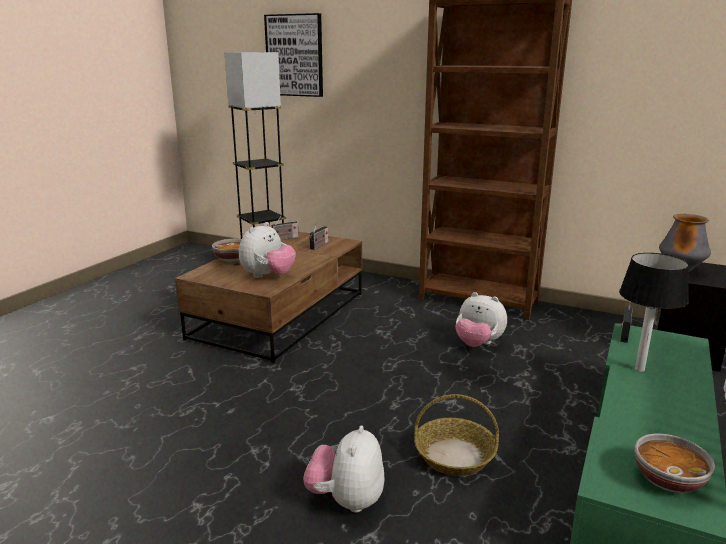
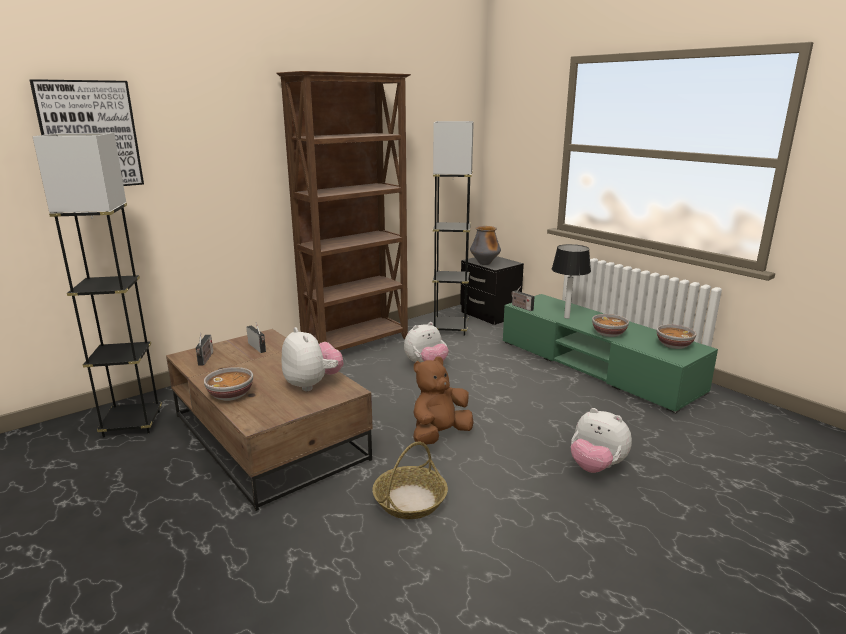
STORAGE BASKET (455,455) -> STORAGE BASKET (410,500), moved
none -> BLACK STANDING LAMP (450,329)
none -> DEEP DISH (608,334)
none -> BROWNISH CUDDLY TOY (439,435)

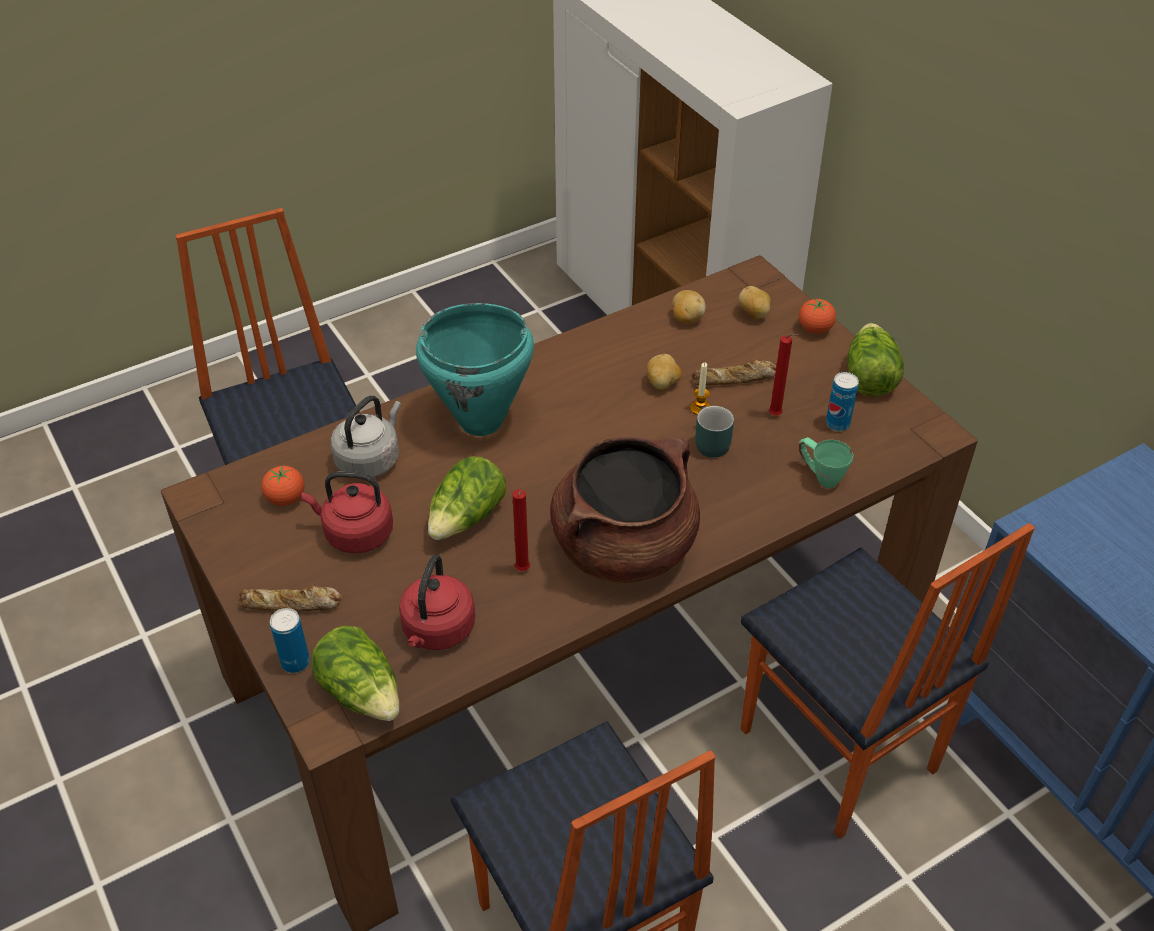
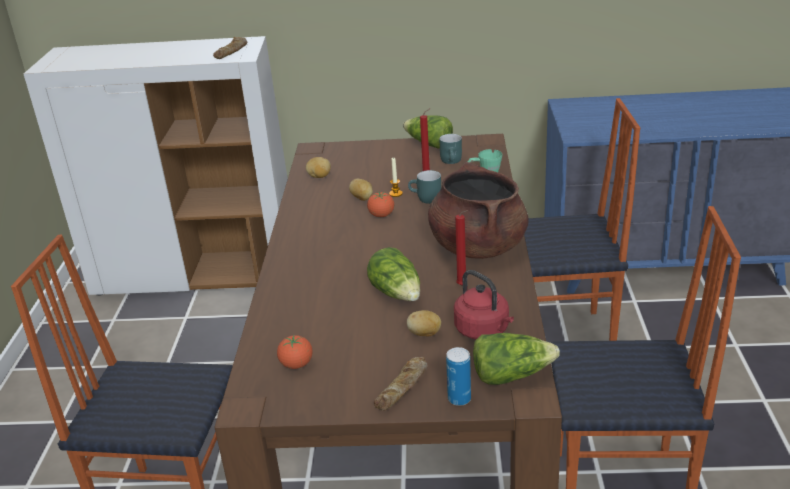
SPUD (754,314) -> SPUD (424,334), moved
TOMATO (815,329) -> TOMATO (381,215), moved
TURQUOISE STOCKPOT (481,422) -> none
BREAD (735,379) -> BREAD (232,52), moved
CAN (837,424) -> TURQUOISE TEA MUG (452,161)
GRAY KETTLE (370,459) -> none
REDDISH KETTLE (355,533) -> none

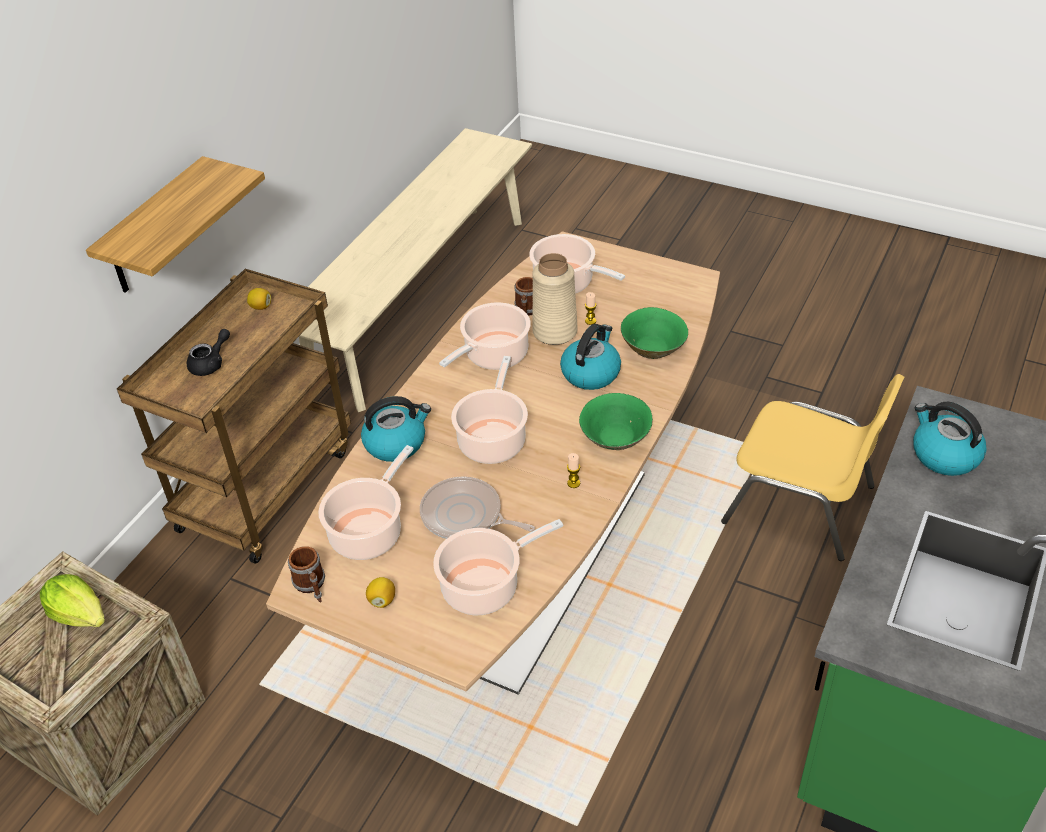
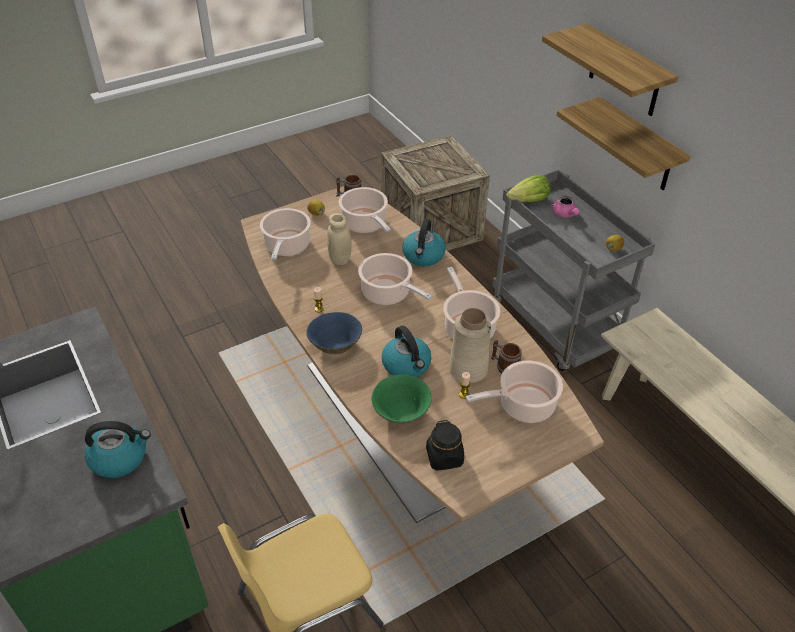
BROWNISH TROLLEY (266,486) -> GRAY TROLLEY (556,327)
BLACK TEAPOT (211,364) -> PINK TEAPOT (565,214)
GREEN-COLOURED DEEP DISH (615,438) -> BLUISH DEEP DISH (335,345)
FRYING PAN (465,516) -> SAND-COLOURED JAR (340,259)
HEAD OF LETTUCE (80,614) -> HEAD OF LETTUCE (529,201), moved
none -> SHELF (625,72)
none -> BLACK JAR (444,457)

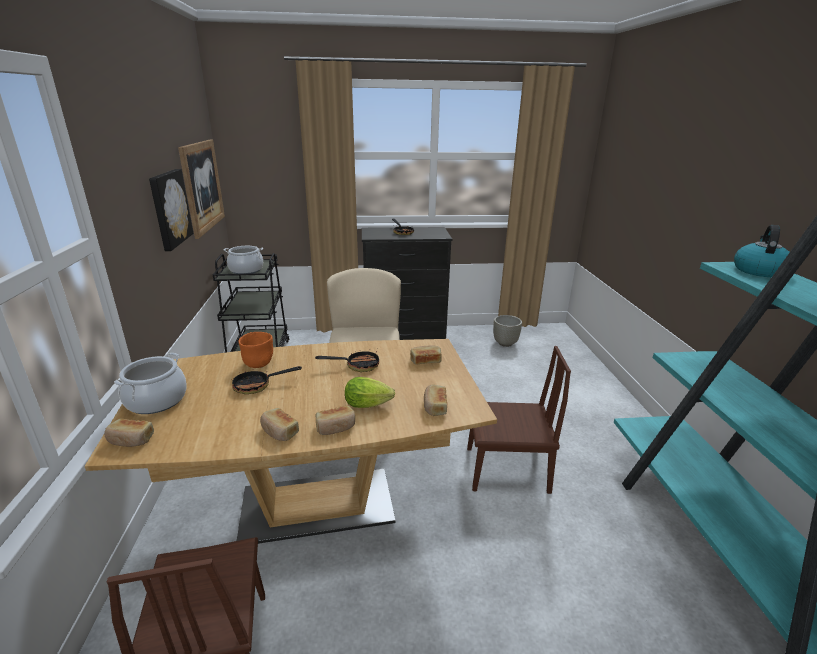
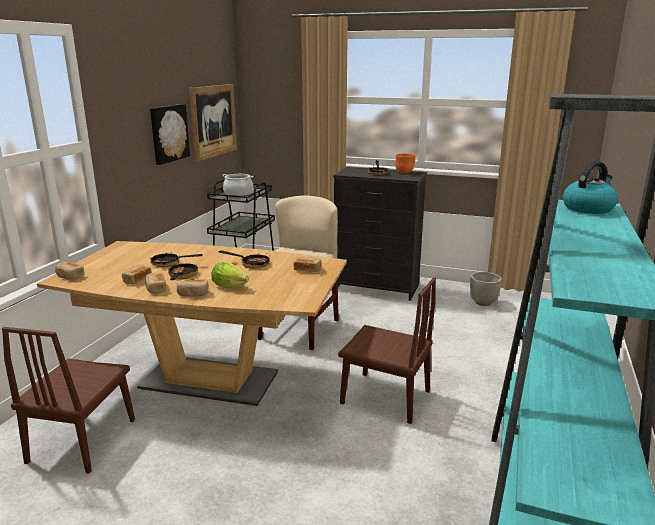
ORANGE DEEP DISH (259,363) -> ORANGE DEEP DISH (404,172), moved
STOCKPOT (156,400) -> none
BREAD (434,406) -> BREAD (137,280), moved
none -> FRYING PAN (182,276)

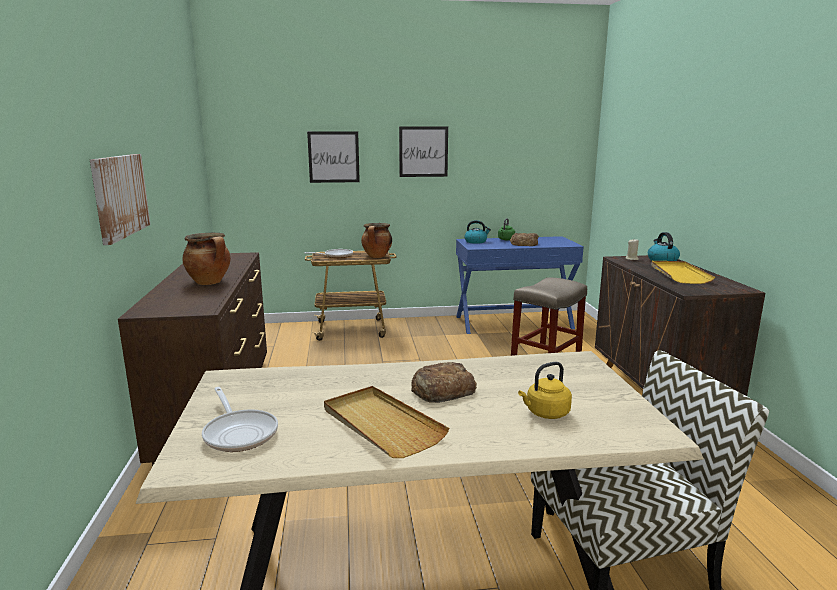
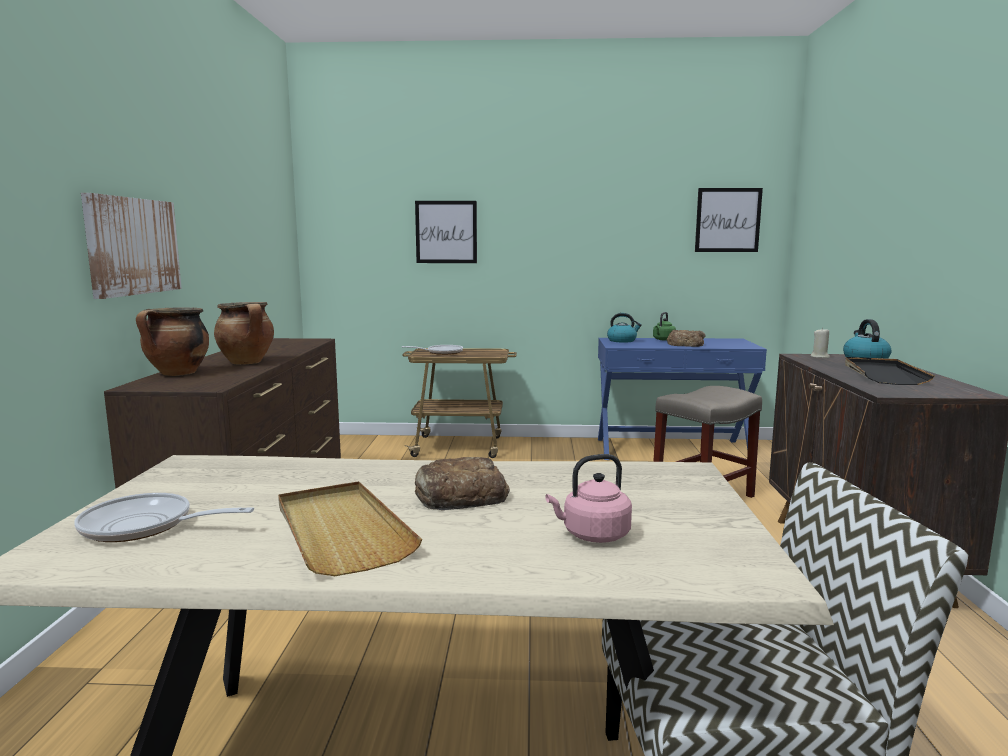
WALL PICTURE (423,151) -> WALL PICTURE (728,220), moved
STOCKPOT (377,257) -> STOCKPOT (177,374), moved
YELLOWISH CARRYING TRAY (679,274) -> BLACK CARRYING TRAY (883,374)
YELLOWISH KETTLE (545,413) -> PINK KETTLE (592,535)
FRYING PAN (239,433) -> FRYING PAN (145,526), 120 degrees clockwise

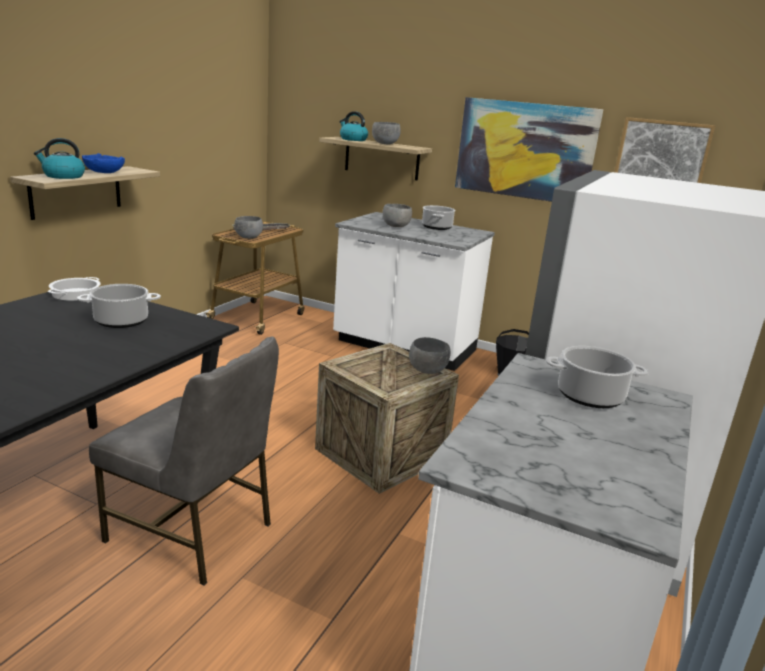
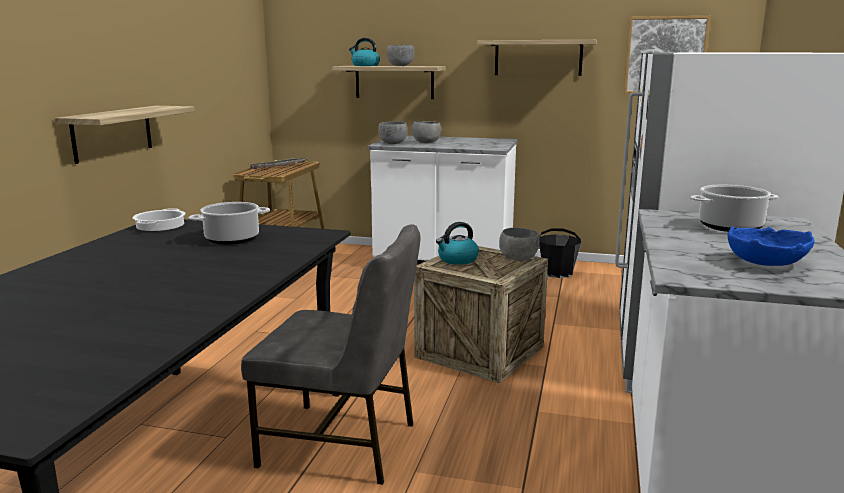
WALL PICTURE (525,150) -> SHELF (538,58)
KETTLE (63,176) -> KETTLE (457,260), moved
BLUISH DEEP DISH (104,172) -> BLUISH DEEP DISH (765,262), moved
STOCKPOT (437,227) -> none
GRAY DEEP DISH (248,238) -> GRAY DEEP DISH (393,144), moved

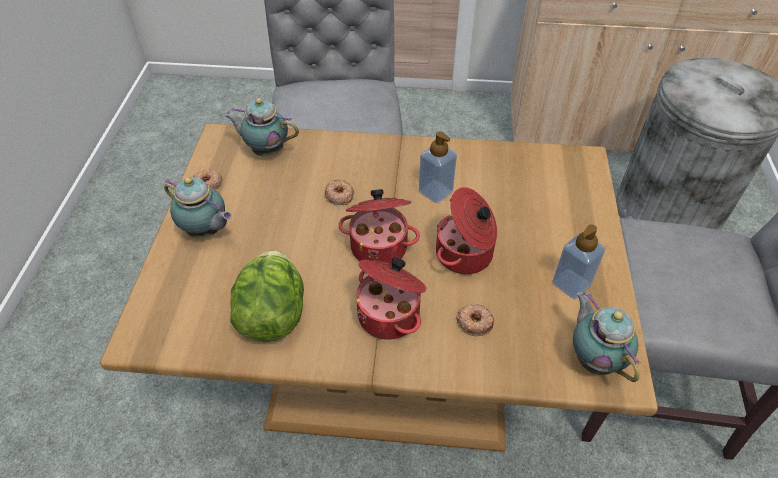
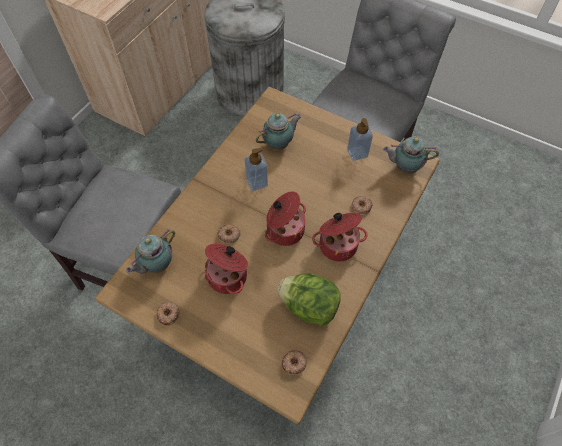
TEAPOT (206,232) -> TEAPOT (279,144), moved
STOCKPOT (465,255) -> STOCKPOT (228,276), moved
none -> DONUT (294,363)

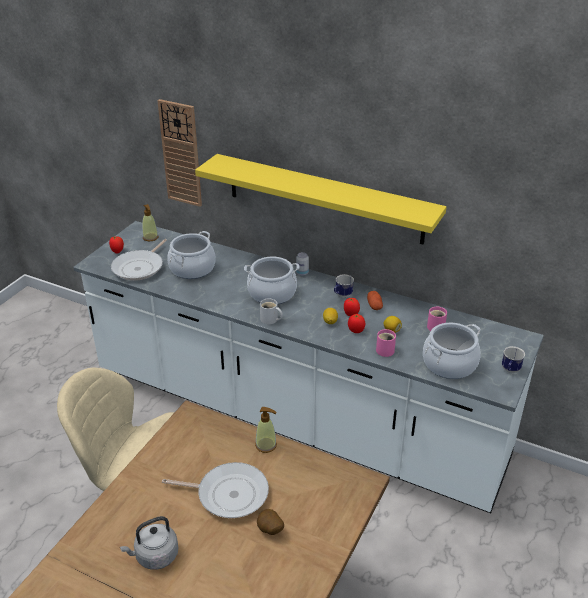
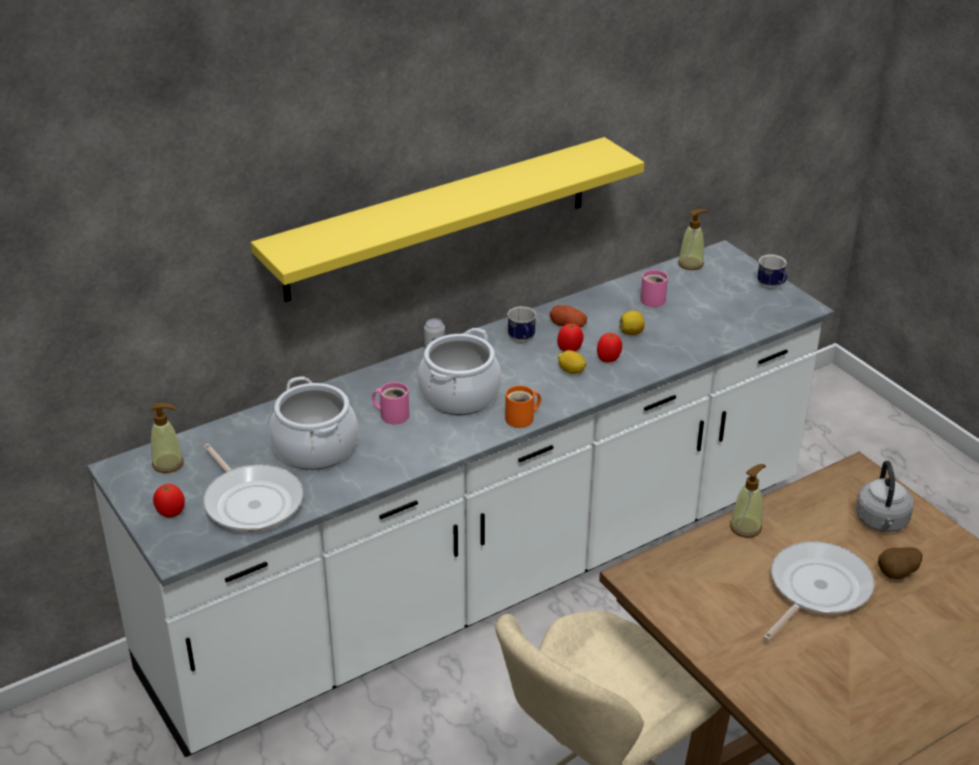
HANGING CLOCK (181,153) -> none
WHITE TEA MUG (270,320) -> ORANGE TEA MUG (522,419)
STOCKPOT (449,364) -> none
PINK TEA MUG (385,349) -> PINK TEA MUG (392,414), moved
GRAY KETTLE (154,556) -> GRAY KETTLE (881,522), moved
none -> LIQUID SOAP BOTTLE (691,264)

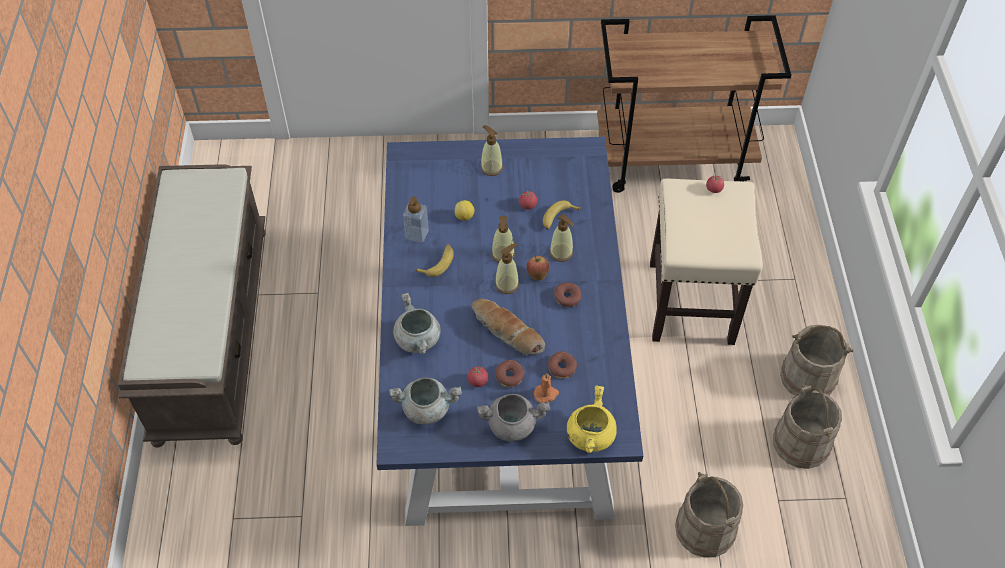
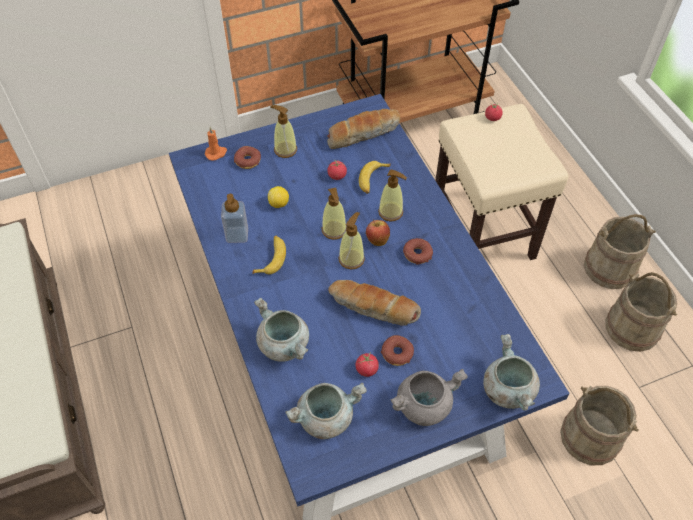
DONUT (562,368) -> DONUT (248,161), moved
ORANGE WAX CANDLE (546,394) -> ORANGE WAX CANDLE (216,153), moved
YELLOWISH STOCKPOT (590,435) -> GRAY STOCKPOT (507,389)
none -> BREAD (363,133)

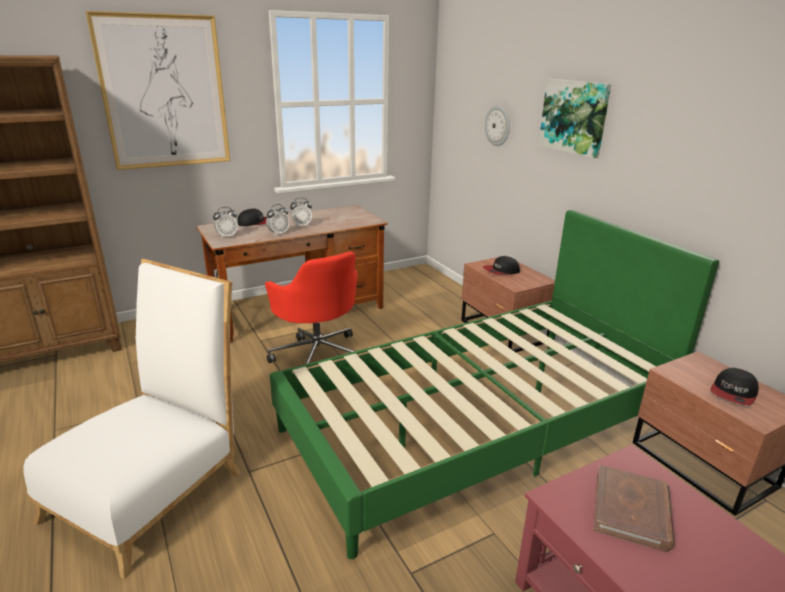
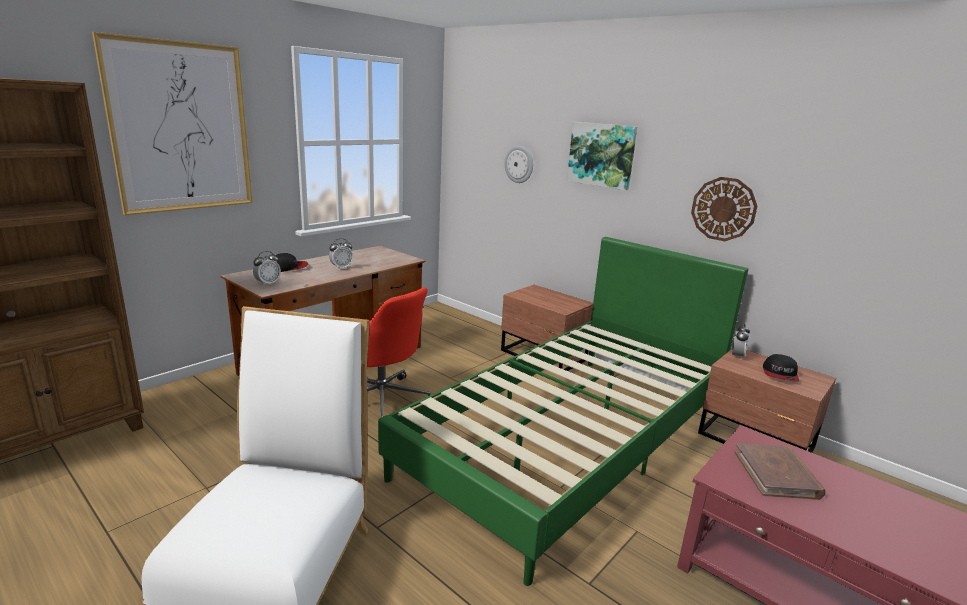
TABLE CLOCK (278,233) -> TABLE CLOCK (737,356), moved
BASEBALL CAP (501,271) -> none
none -> HANGING CLOCK (723,209)

